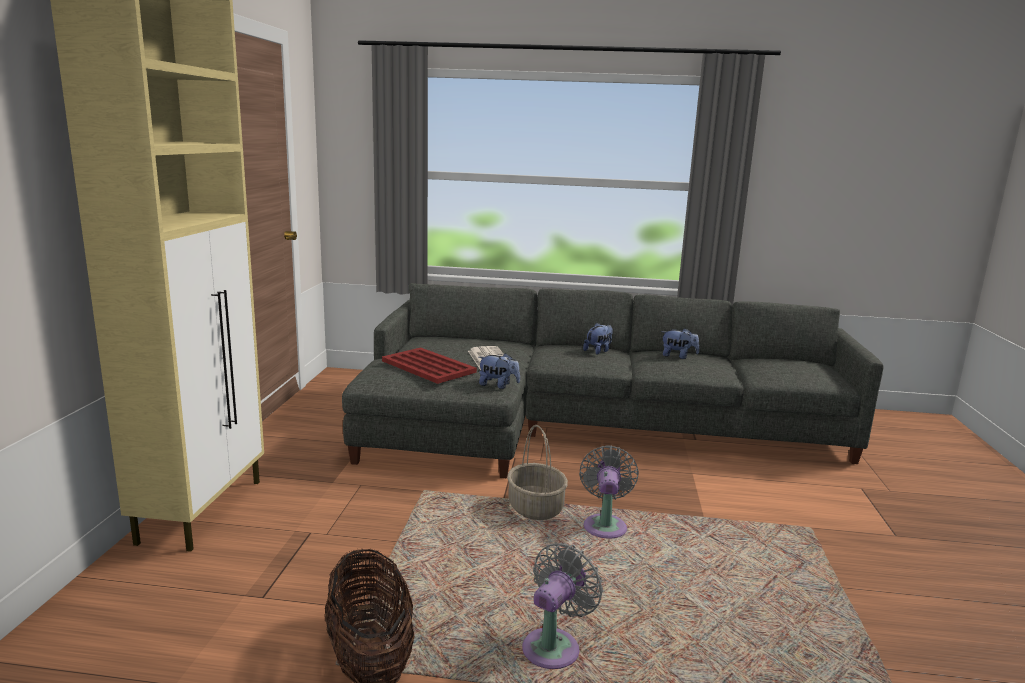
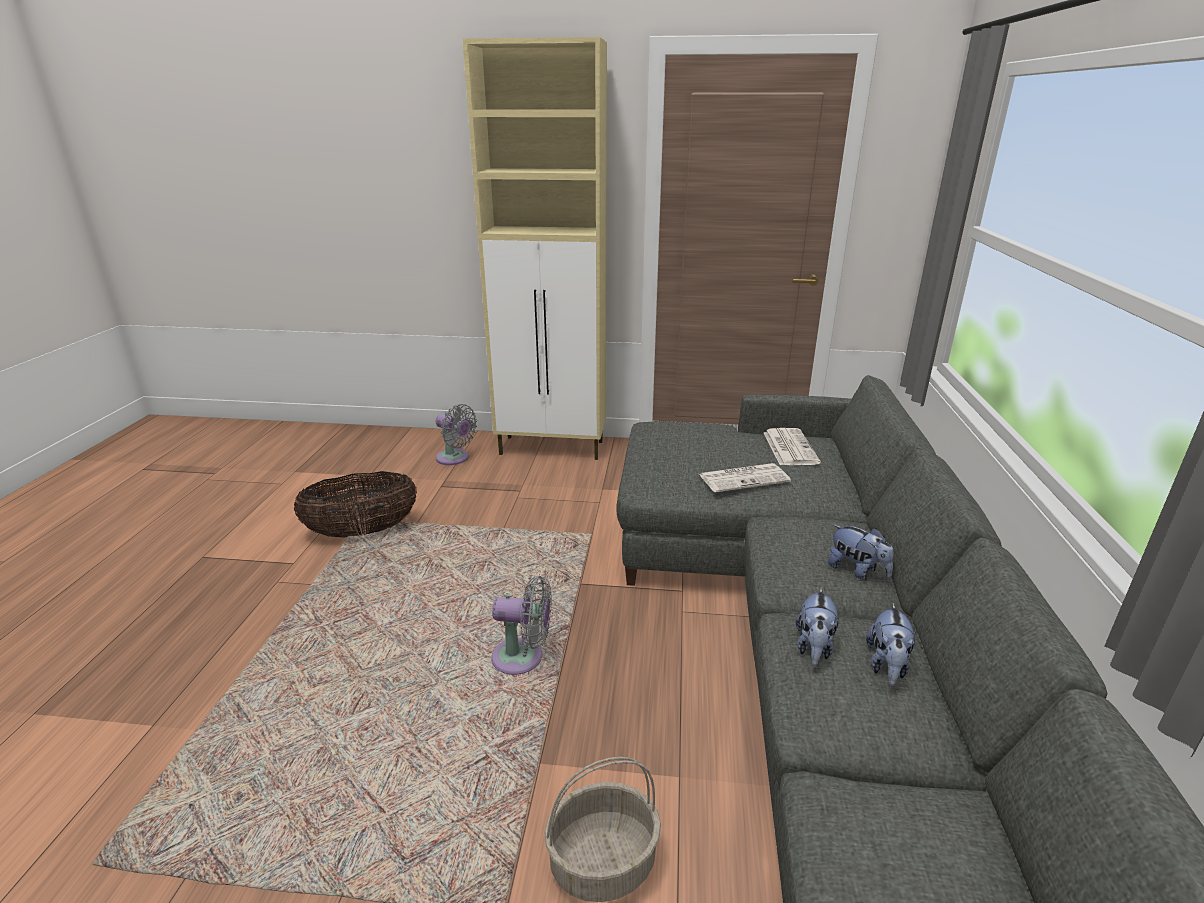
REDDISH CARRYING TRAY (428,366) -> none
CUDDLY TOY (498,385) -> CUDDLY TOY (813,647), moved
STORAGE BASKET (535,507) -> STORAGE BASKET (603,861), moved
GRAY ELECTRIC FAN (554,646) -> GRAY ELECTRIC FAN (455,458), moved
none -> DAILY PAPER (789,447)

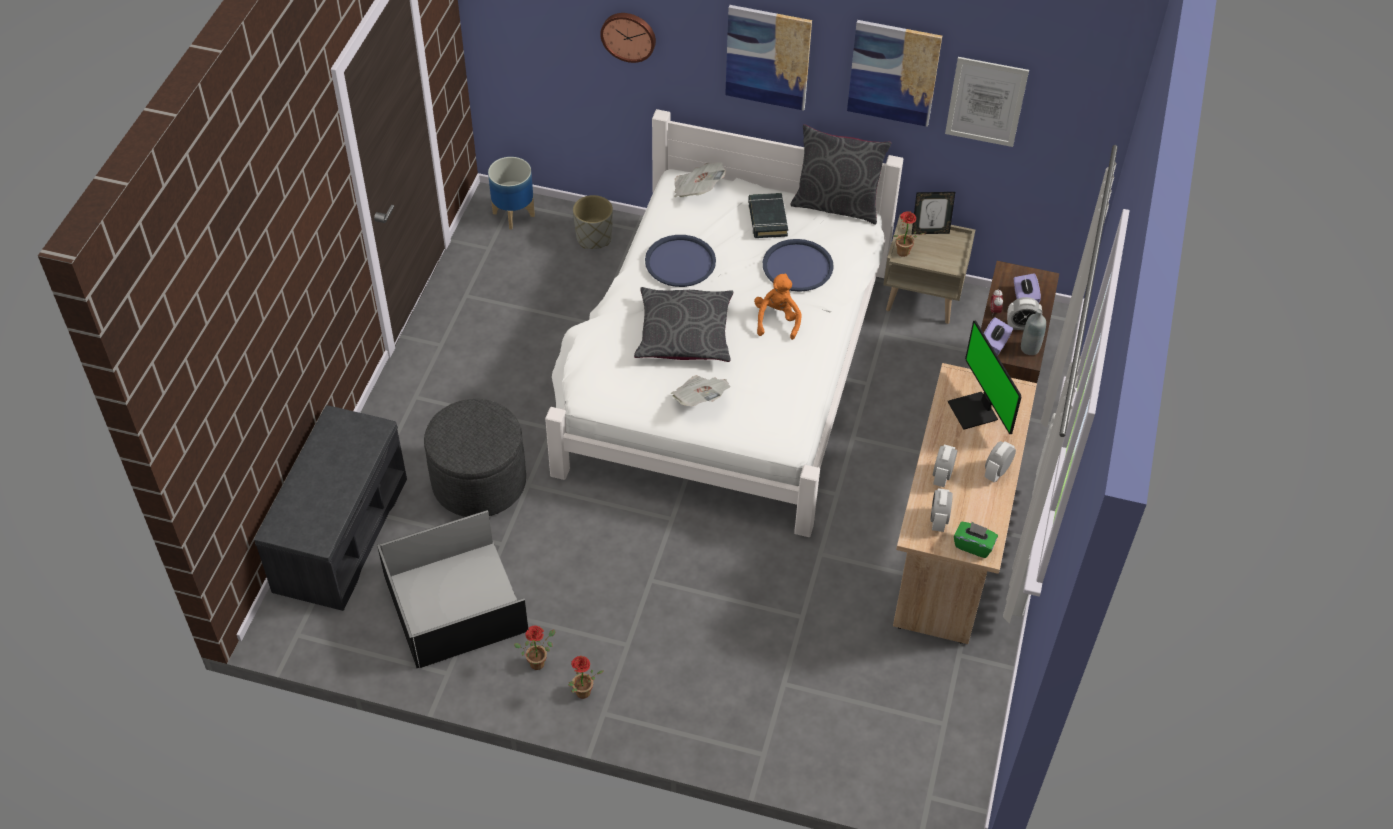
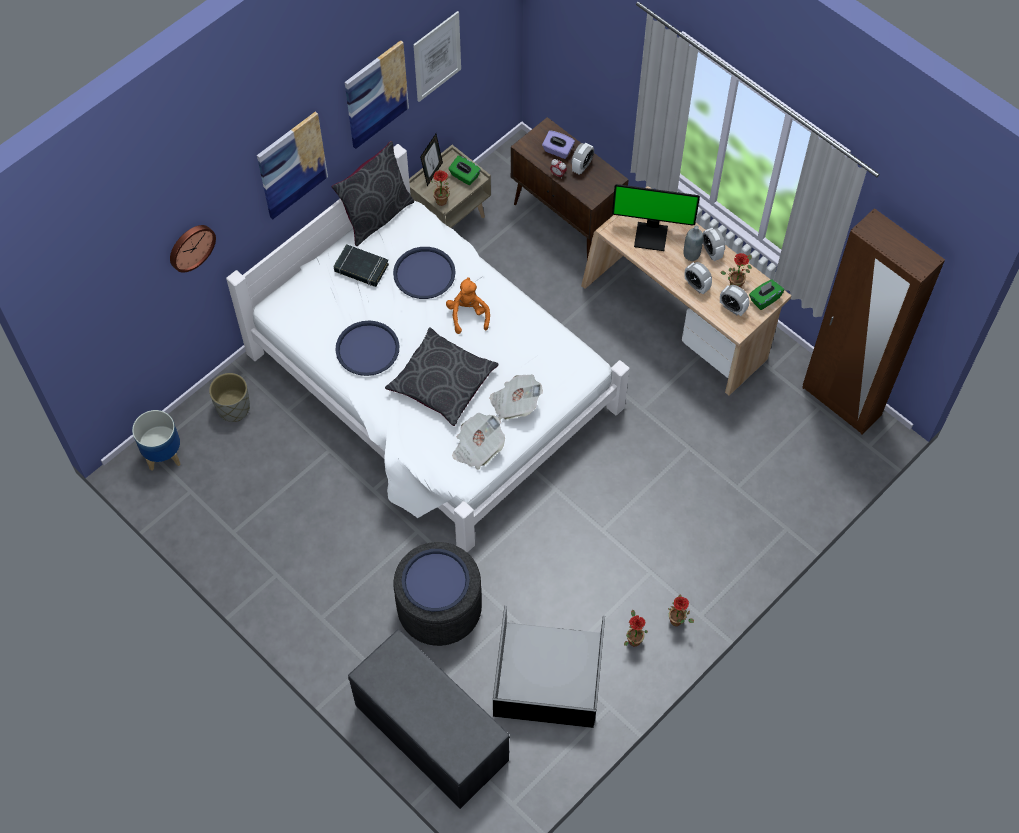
DAILY PAPER (697,190) -> DAILY PAPER (477,448), moved
ORANGE CUDDLY TOY (777,320) -> ORANGE CUDDLY TOY (468,314), 45 degrees clockwise
GRAY DRINK BOTTLE (1030,348) -> GRAY DRINK BOTTLE (691,254), moved
PURPLISH TISSUE BOX (994,345) -> none
none -> GREEN-COLOURED TISSUE BOX (464,176)
none -> BROWNISH WARDROBE (840,402)
none -> HOUSEPLANT (736,283)
none -> BLUISH CARRYING TRAY (435,580)

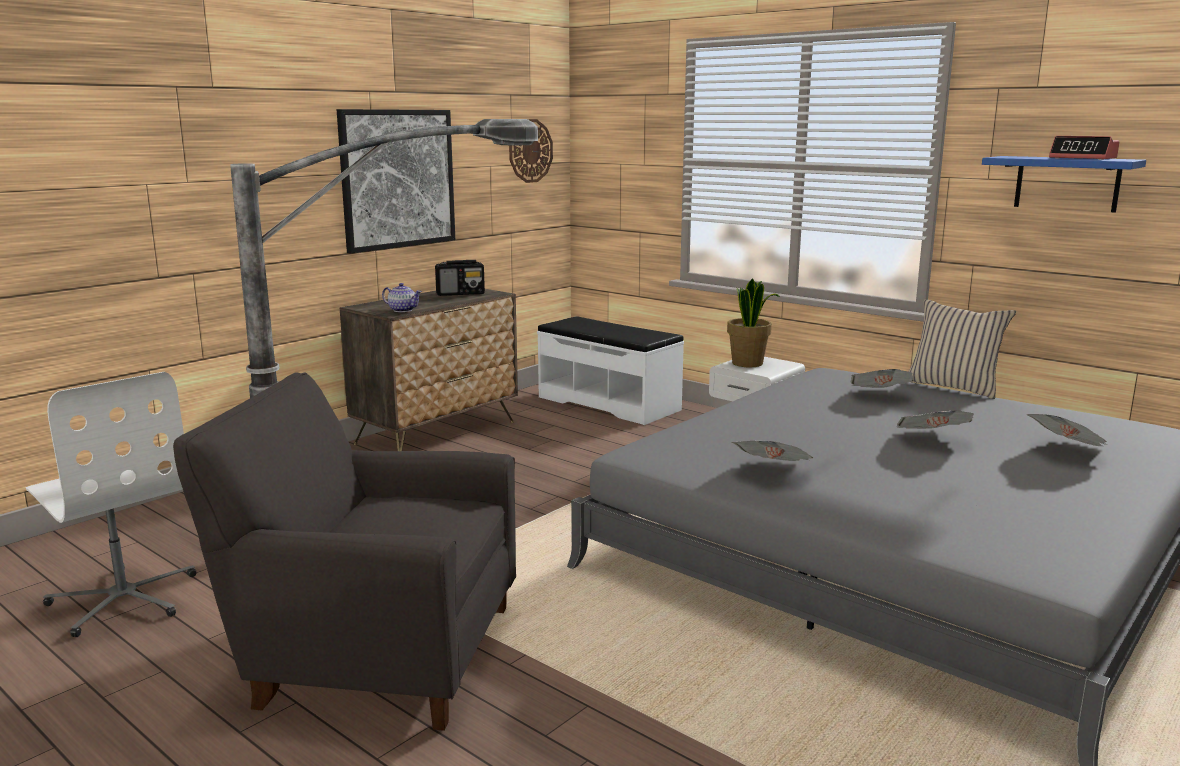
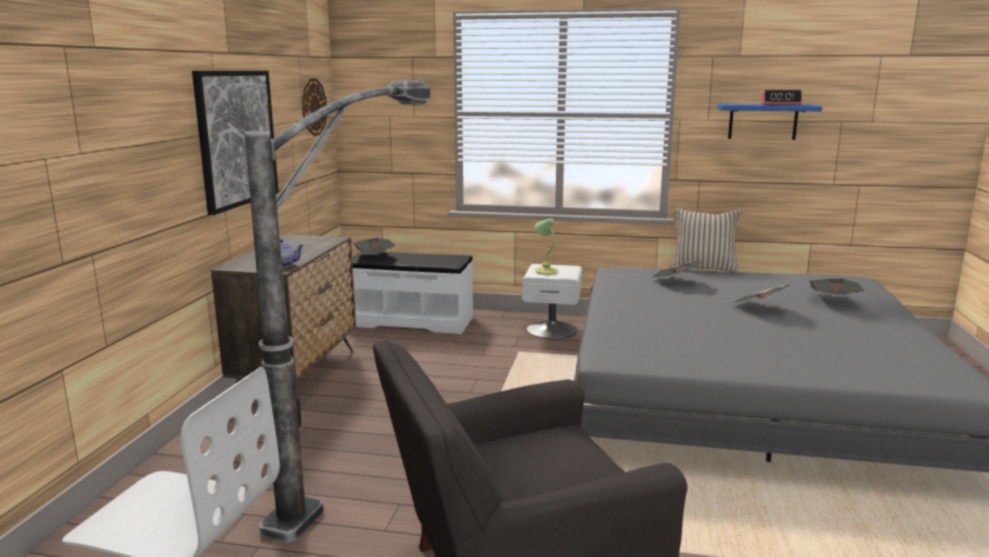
RADIO (461,294) -> none
HOUSEPLANT (748,363) -> LAMP FOR A TABLE (546,271)
DAILY PAPER (772,472) -> DAILY PAPER (375,257), moved

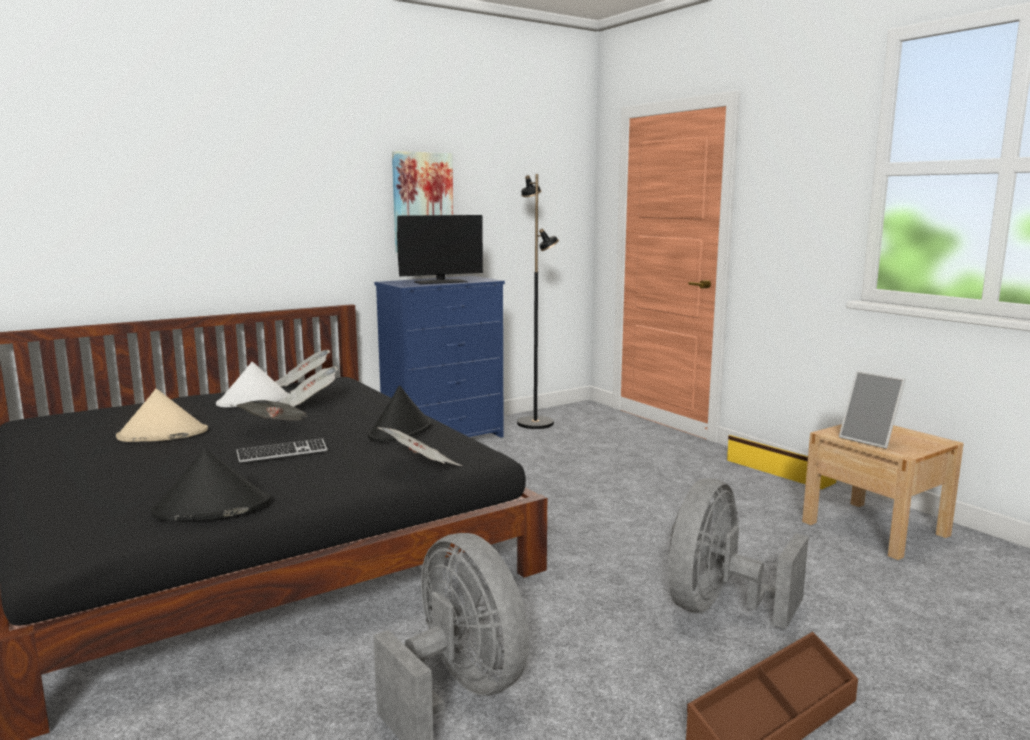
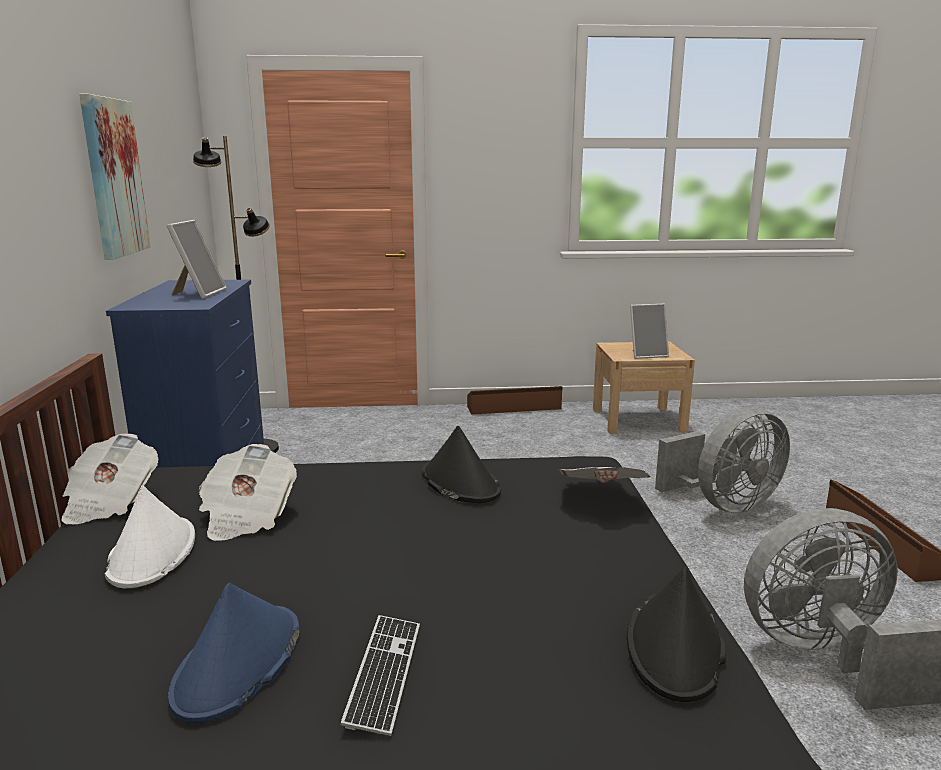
MONITOR (440,282) -> PHOTO FRAME (198,293)
SAND-COLOURED HAT (162,434) -> BLUISH HAT (238,663)
DAILY PAPER (276,429) -> none
YELLOWISH STORAGE CONTAINER (779,471) -> BROWNISH STORAGE CONTAINER (514,408)
COMPUTER KEYBOARD (282,453) -> COMPUTER KEYBOARD (384,674), moved
GRAY ELECTRIC FAN (719,607) -> GRAY ELECTRIC FAN (724,505), 90 degrees counterclockwise

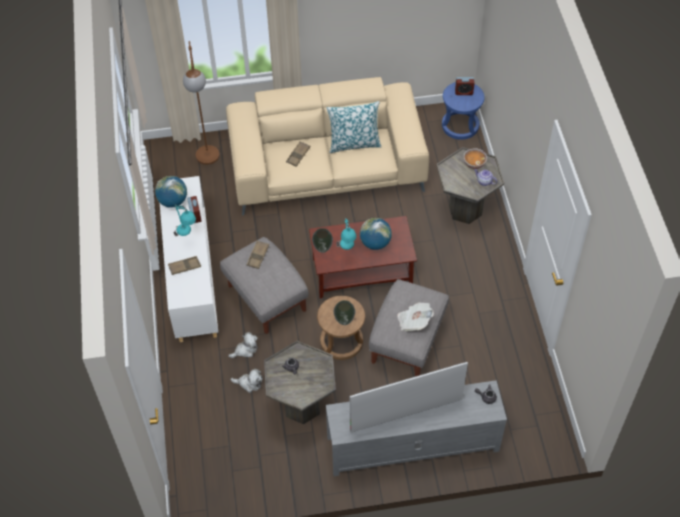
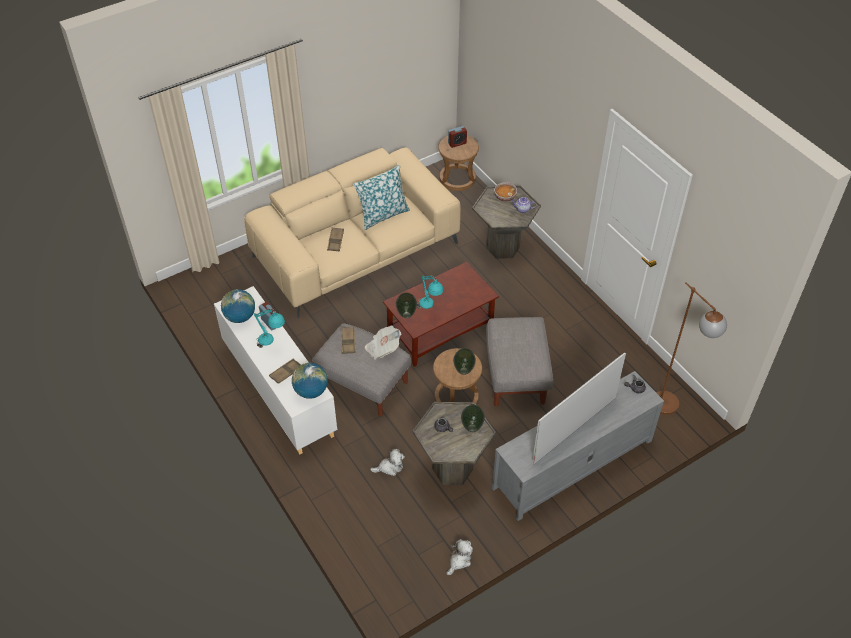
BROWNISH STANDING LAMP (208,162) -> BROWNISH STANDING LAMP (671,410), moved
BLUISH STOOL (460,125) -> BROWNISH STOOL (457,178)
DESK GLOBE (375,243) -> DESK GLOBE (311,391), moved
DAILY PAPER (414,321) -> DAILY PAPER (383,348), moved
CUDDLY TOY (245,350) -> CUDDLY TOY (459,560), moved
none -> DECORATIVE VASE (471,427)

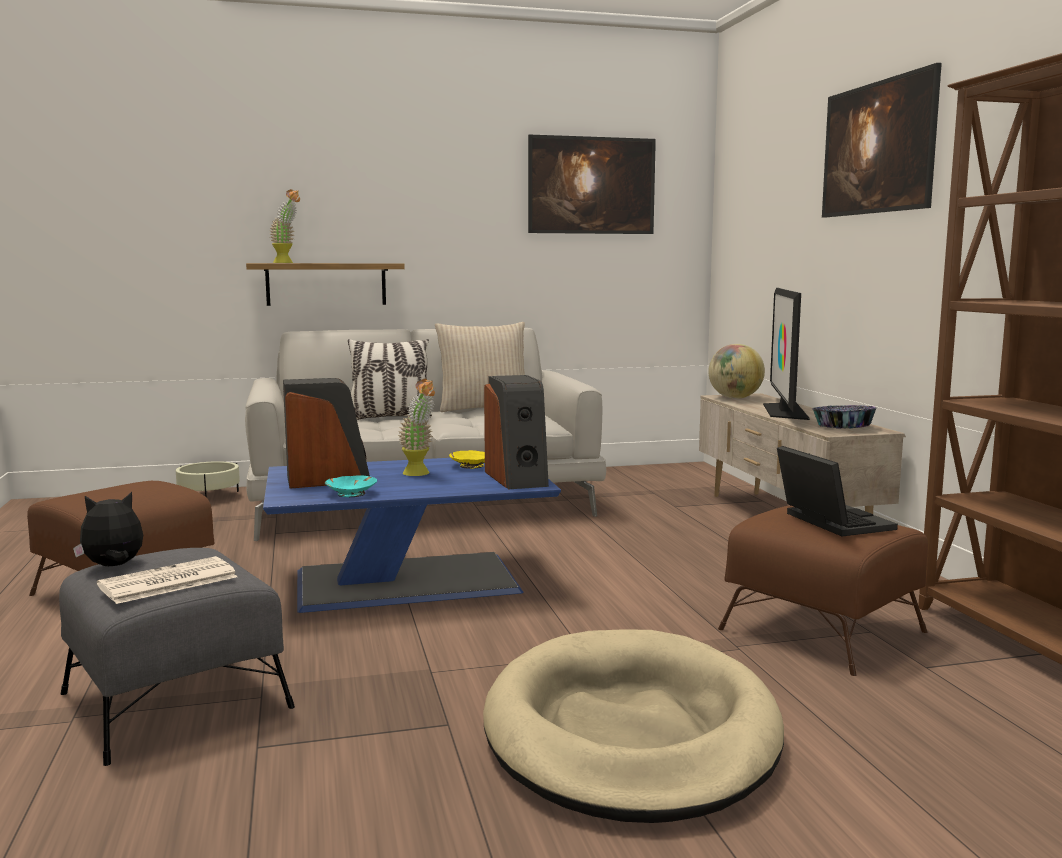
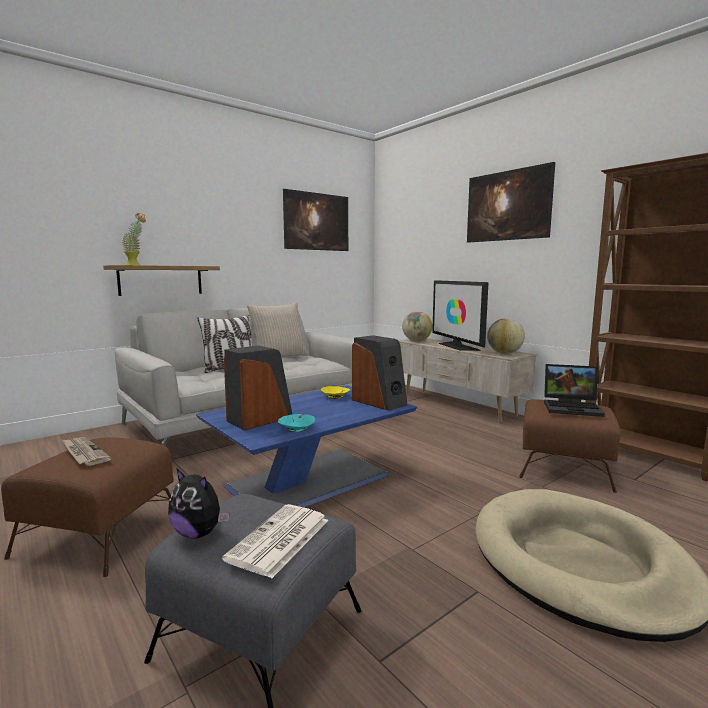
HOUSEPLANT (420,474) -> none
DEEP DISH (843,427) -> DESK GLOBE (504,353)
LAPTOP (829,521) -> LAPTOP (573,407), 150 degrees clockwise
SAND-COLOURED PLANT POT (209,496) -> none
CUDDLY TOY (113,566) -> CUDDLY TOY (199,533), 105 degrees counterclockwise
none -> DAILY PAPER (83,453)

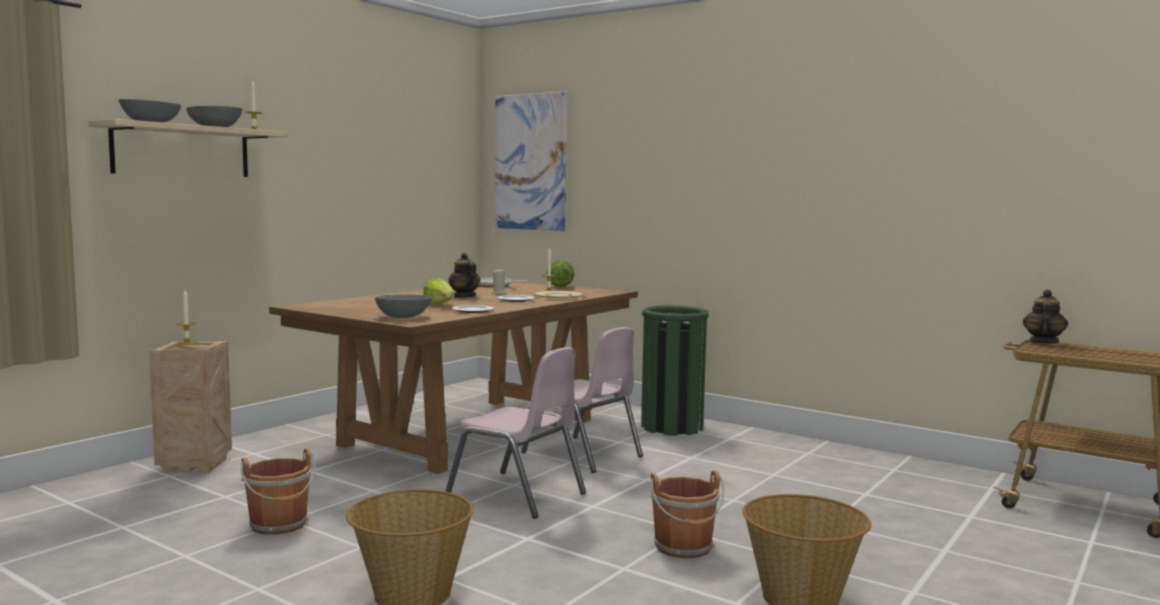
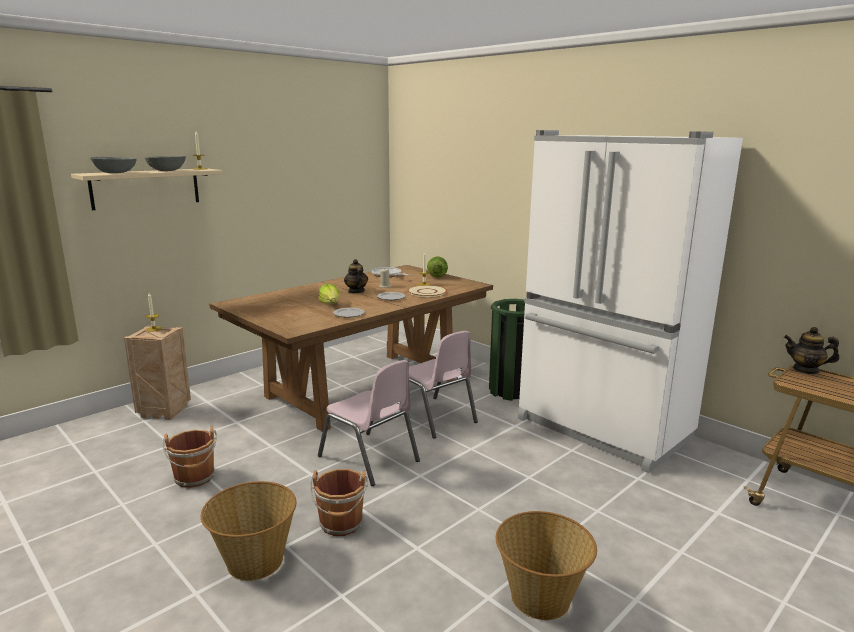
WALL PICTURE (530,162) -> none
TEAPOT (1043,342) -> TEAPOT (806,370), 105 degrees counterclockwise
GRAY DEEP DISH (403,317) -> none
BROWNISH PAIL (684,548) -> BROWNISH PAIL (341,524), moved
none -> WHITE REFRIGERATOR (602,429)

